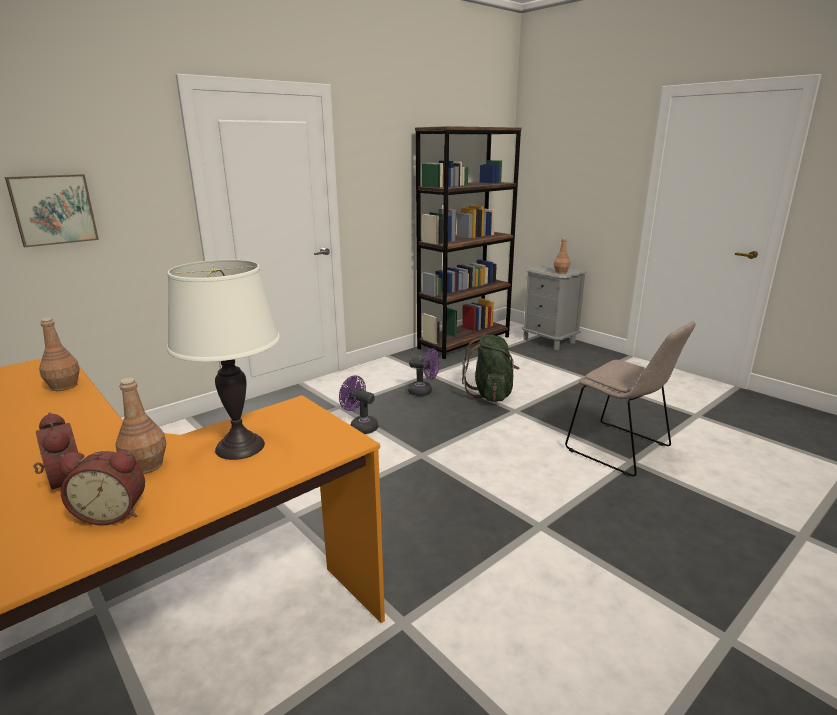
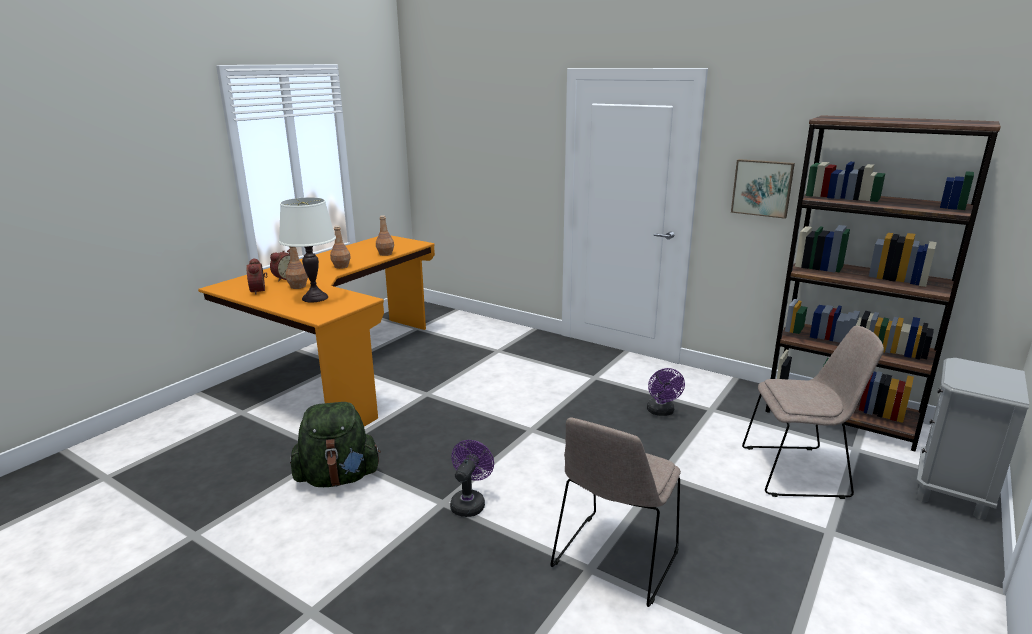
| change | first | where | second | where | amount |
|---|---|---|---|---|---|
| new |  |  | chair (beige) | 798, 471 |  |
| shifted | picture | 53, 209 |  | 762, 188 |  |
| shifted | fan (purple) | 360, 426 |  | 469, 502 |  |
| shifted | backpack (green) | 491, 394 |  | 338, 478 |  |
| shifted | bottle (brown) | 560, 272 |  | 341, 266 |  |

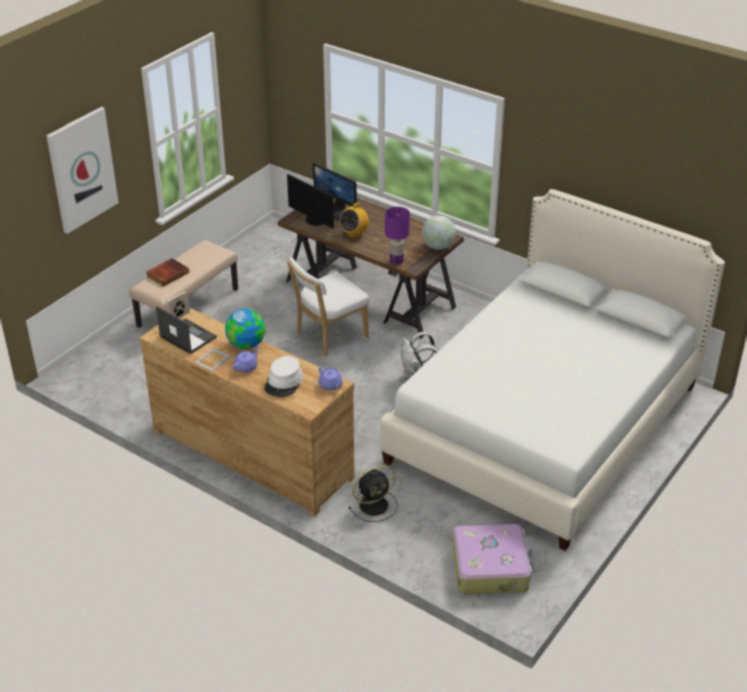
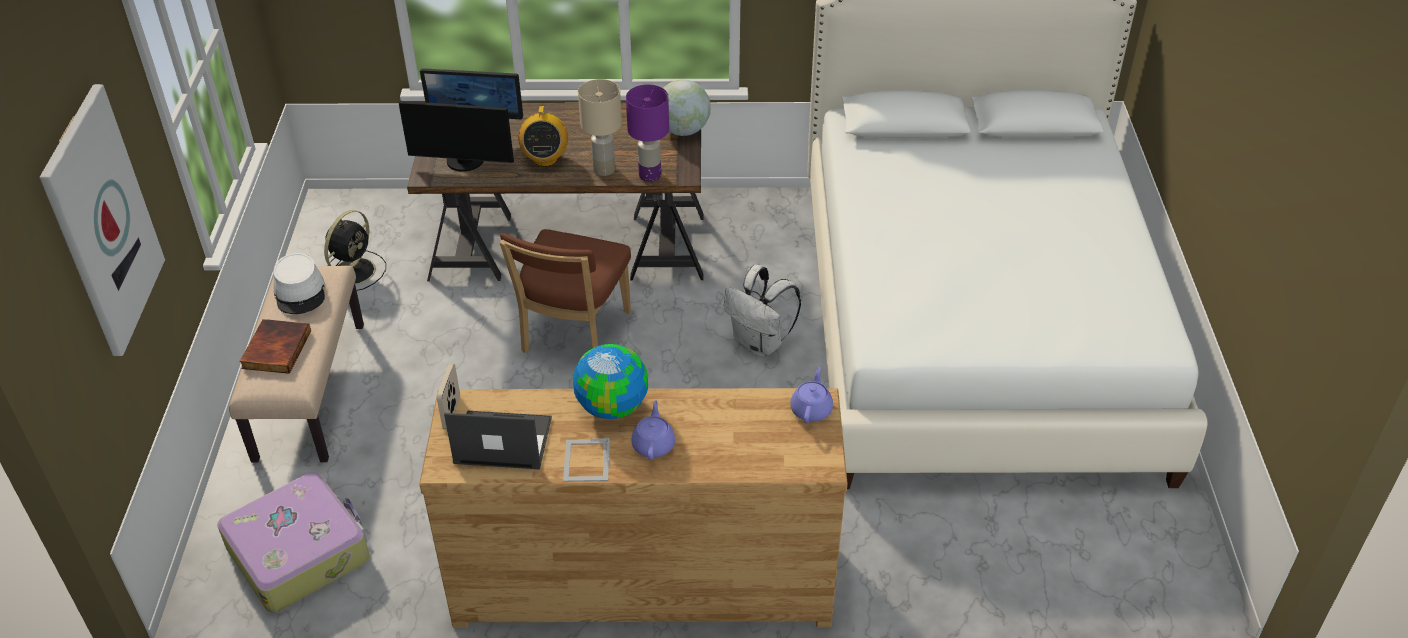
| change | first | where | second | where | amount |
|---|---|---|---|---|---|
| new |  |  | table lamp (beige) | 604, 170 |  |
| shifted | hat (white) | 284, 382 |  | 300, 292 |  |
| shifted | fan (black) | 375, 505 |  | 355, 270 |  |
| shifted | suitcase | 491, 567 |  | 299, 552 |  |
| repainted | chair (white) | 329, 336 | chair (brown) | 573, 335 |  |
| rotated | teapot (purple) | 331, 385 |  | 811, 409 | 90 degrees counterclockwise |

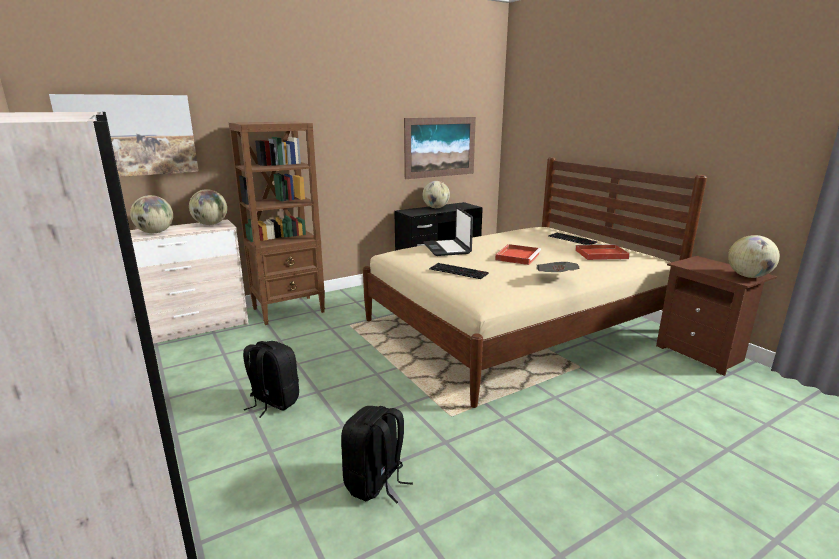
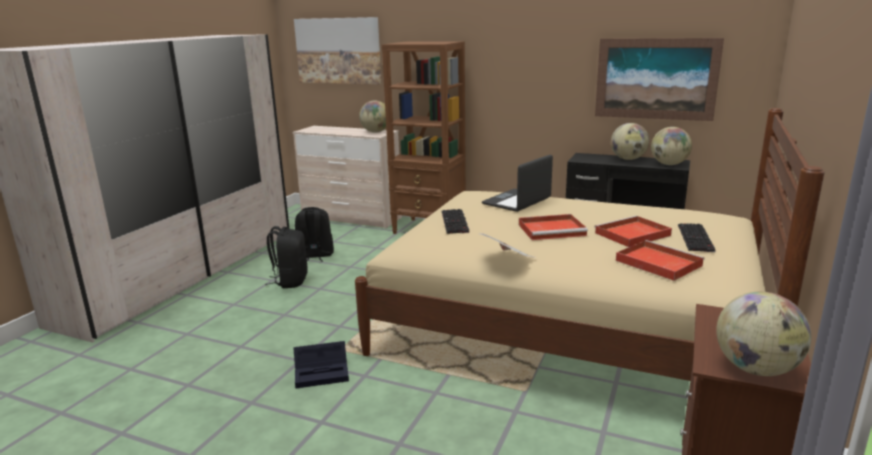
| change | first | where | second | where | amount |
|---|---|---|---|---|---|
| new |  |  | storage box (black) | 323, 373 |  |
| new |  |  | tray (red) | 631, 234 |  |
| shifted | globe | 155, 232 |  | 669, 164 |  |
| shifted | backpack (black) | 375, 483 |  | 315, 255 |  |

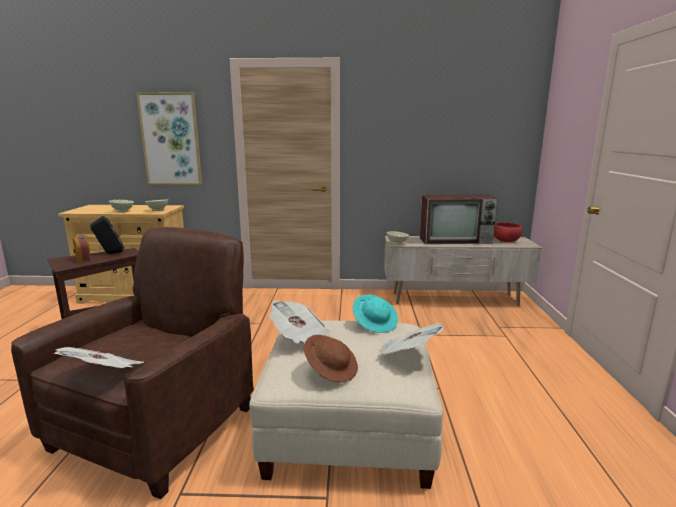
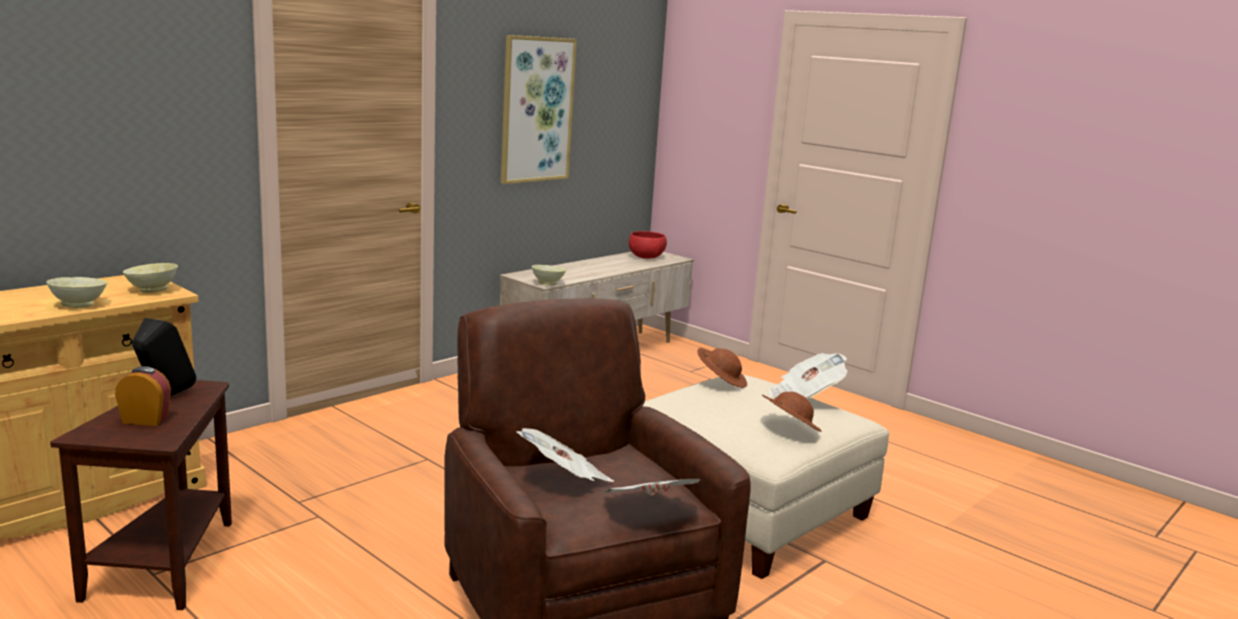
| change | first | where | second | where | amount |
|---|---|---|---|---|---|
| gone | television | 456, 240 |  |  |  |
| shifted | picture | 171, 139 |  | 536, 110 |  |
| shifted | newspaper | 300, 339 |  | 564, 479 |  |
| repainted | hat (turquoise) | 375, 324 | hat (brown) | 720, 381 |  |

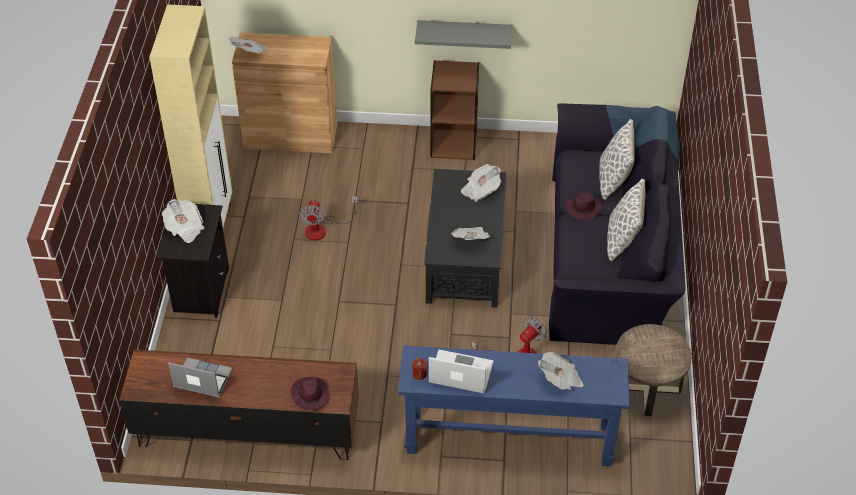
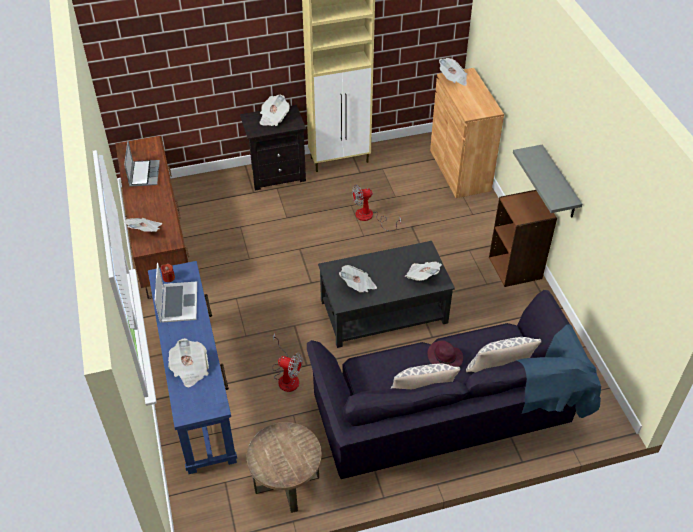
| change | first | where | second | where | amount |
|---|---|---|---|---|---|
| swapped | hat (purple) | 310, 394 | newspaper | 146, 231 |  |

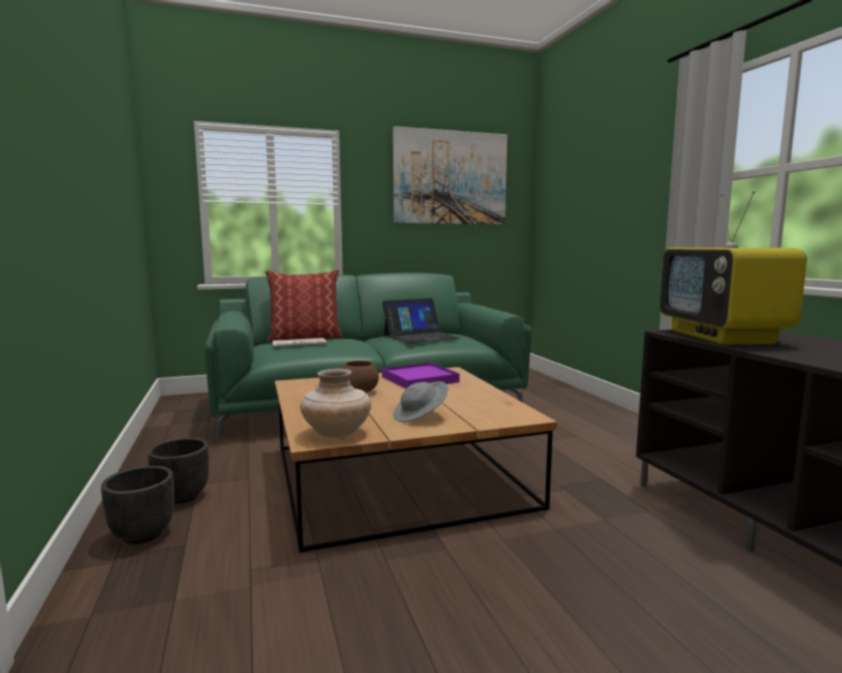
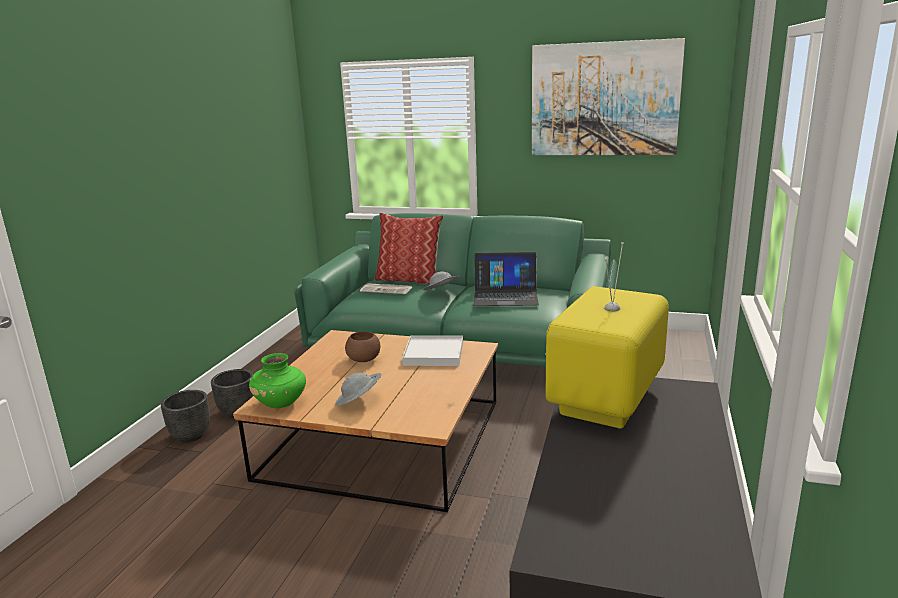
| change | first | where | second | where | amount |
|---|---|---|---|---|---|
| new |  |  | hat (grey) | 441, 292 |  |
| repainted | vase (beige) | 336, 433 | vase (green) | 281, 403 |  |
| repainted | tray (purple) | 419, 379 | tray (white) | 434, 354 |  |

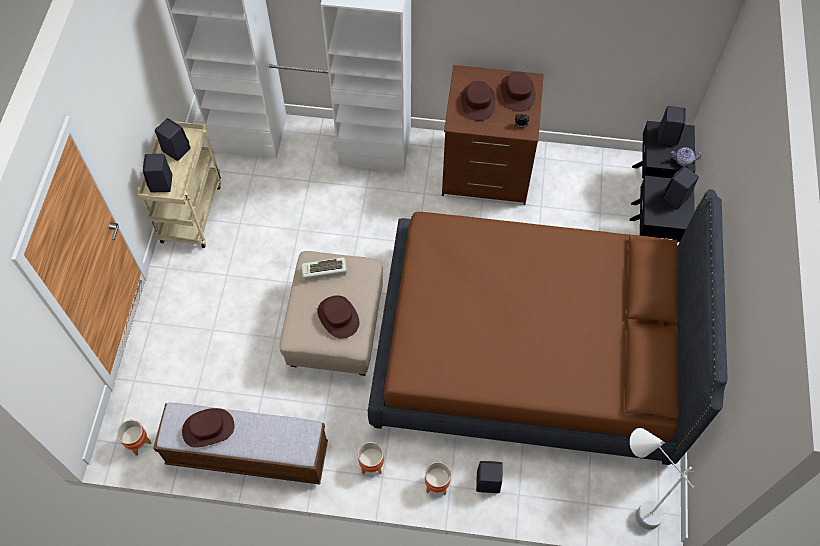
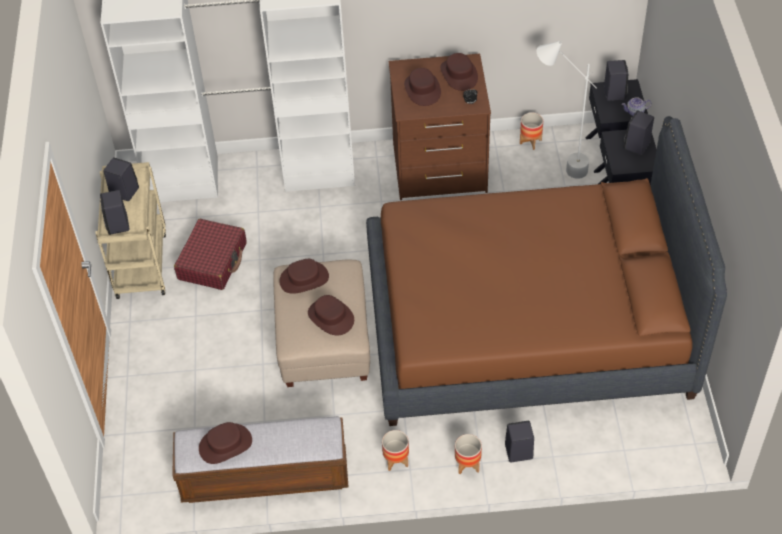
| change | first | where | second | where | amount |
|---|---|---|---|---|---|
| new |  |  | suitcase (red) | 212, 261 |  |
| shifted | planter | 138, 443 |  | 530, 142 |  |
| shifted | floor lamp (white) | 628, 507 |  | 558, 167 |  |
| swapped | keyboard | 323, 271 | hat (brown) | 304, 279 |  |

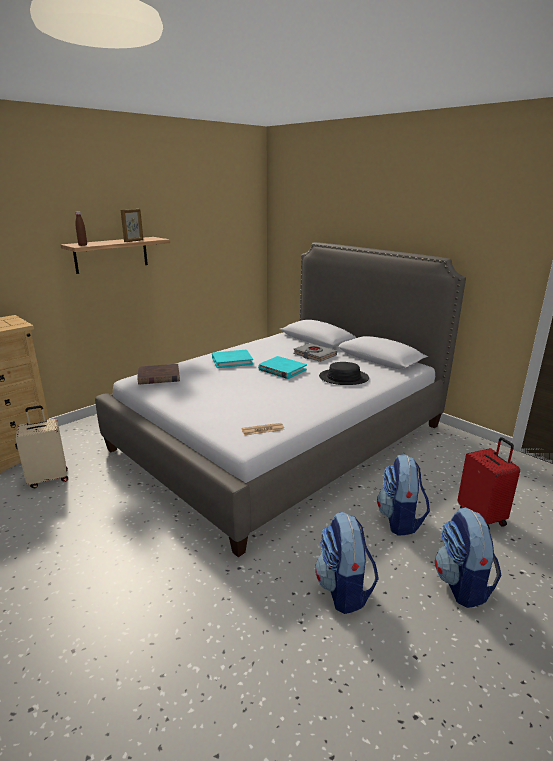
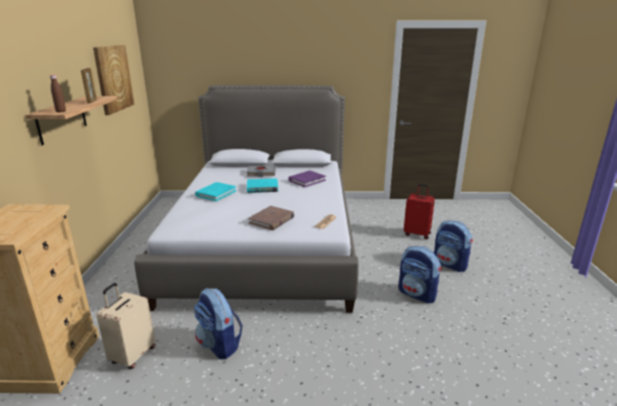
| change | first | where | second | where | amount |
|---|---|---|---|---|---|
| new |  |  | picture | 113, 78 |  |
| shifted | book (brown) | 159, 377 |  | 272, 220 |  |
| shifted | backpack | 400, 520 |  | 219, 345 |  |
| swapped | hat (black) | 343, 378 | book (purple) | 307, 180 |  |

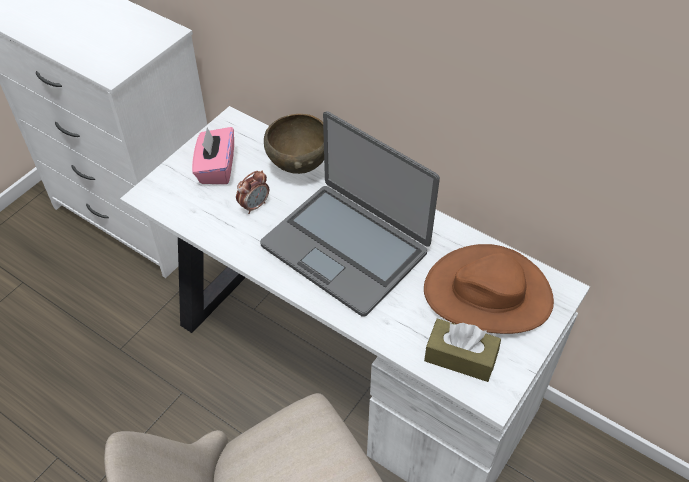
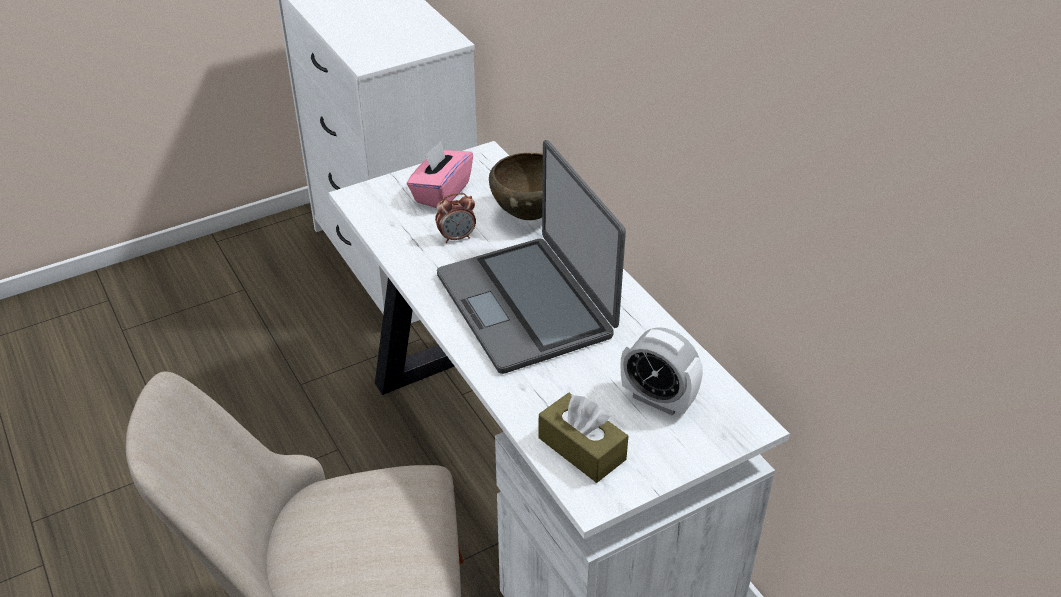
| change | first | where | second | where | amount |
|---|---|---|---|---|---|
| swapped | hat (brown) | 488, 294 | alarm clock | 657, 399 |  |

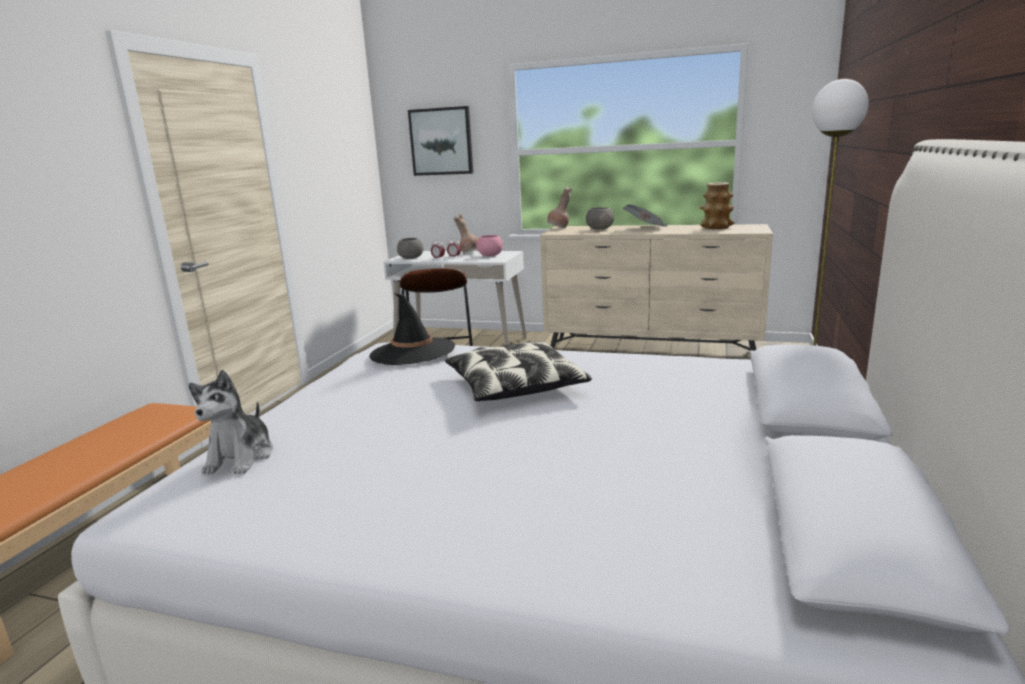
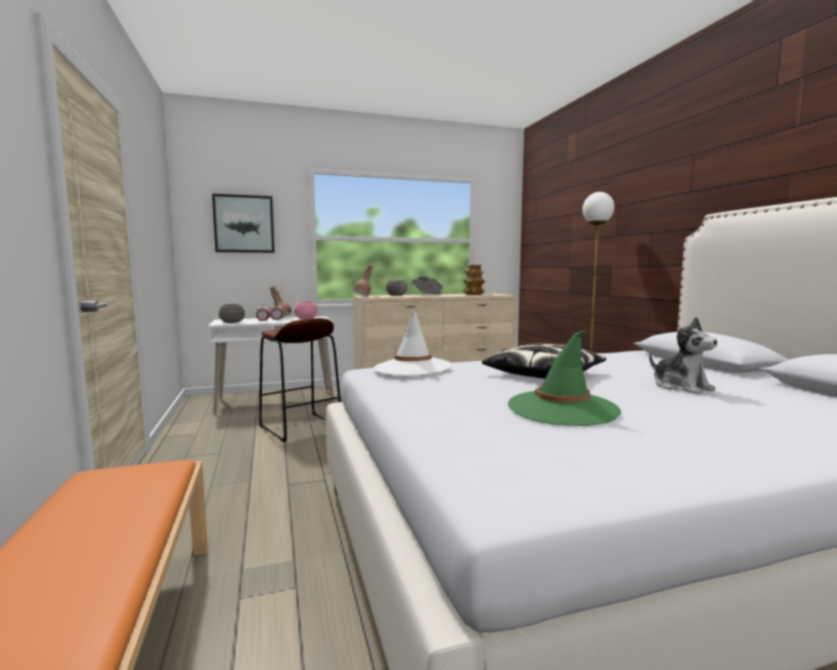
| change | first | where | second | where | amount |
|---|---|---|---|---|---|
| new |  |  | hat (green) | 562, 408 |  |
| shifted | plush toy | 241, 457 |  | 681, 387 |  |
| repainted | hat (black) | 412, 352 | hat (white) | 412, 368 |  |

